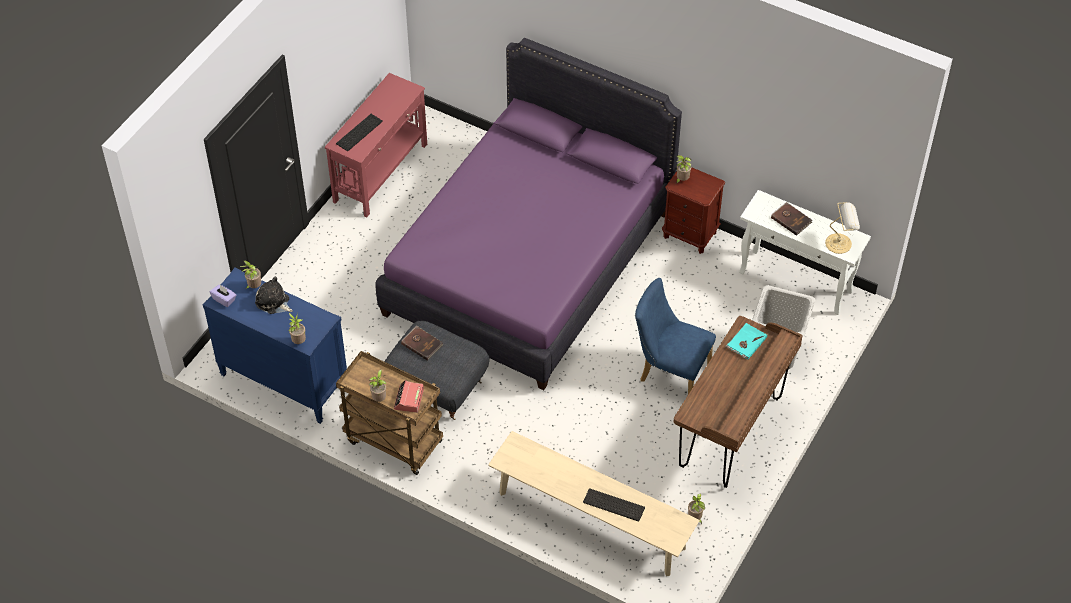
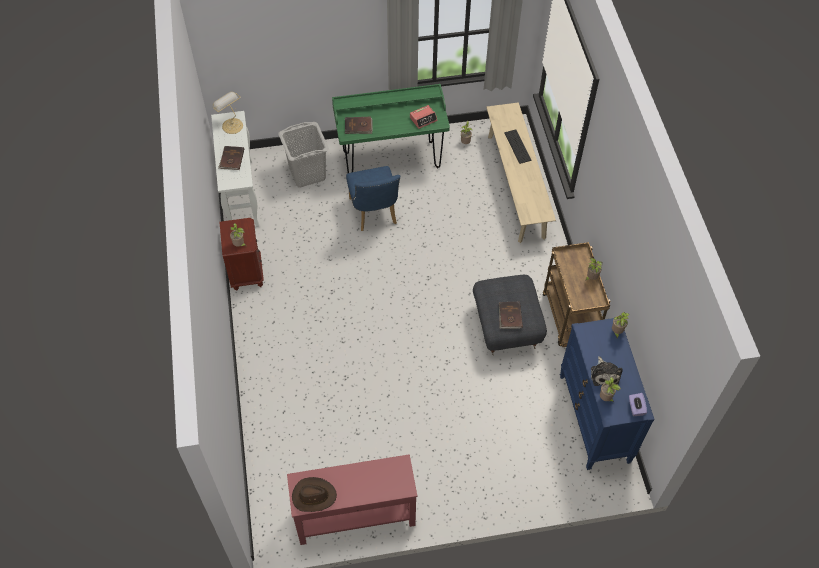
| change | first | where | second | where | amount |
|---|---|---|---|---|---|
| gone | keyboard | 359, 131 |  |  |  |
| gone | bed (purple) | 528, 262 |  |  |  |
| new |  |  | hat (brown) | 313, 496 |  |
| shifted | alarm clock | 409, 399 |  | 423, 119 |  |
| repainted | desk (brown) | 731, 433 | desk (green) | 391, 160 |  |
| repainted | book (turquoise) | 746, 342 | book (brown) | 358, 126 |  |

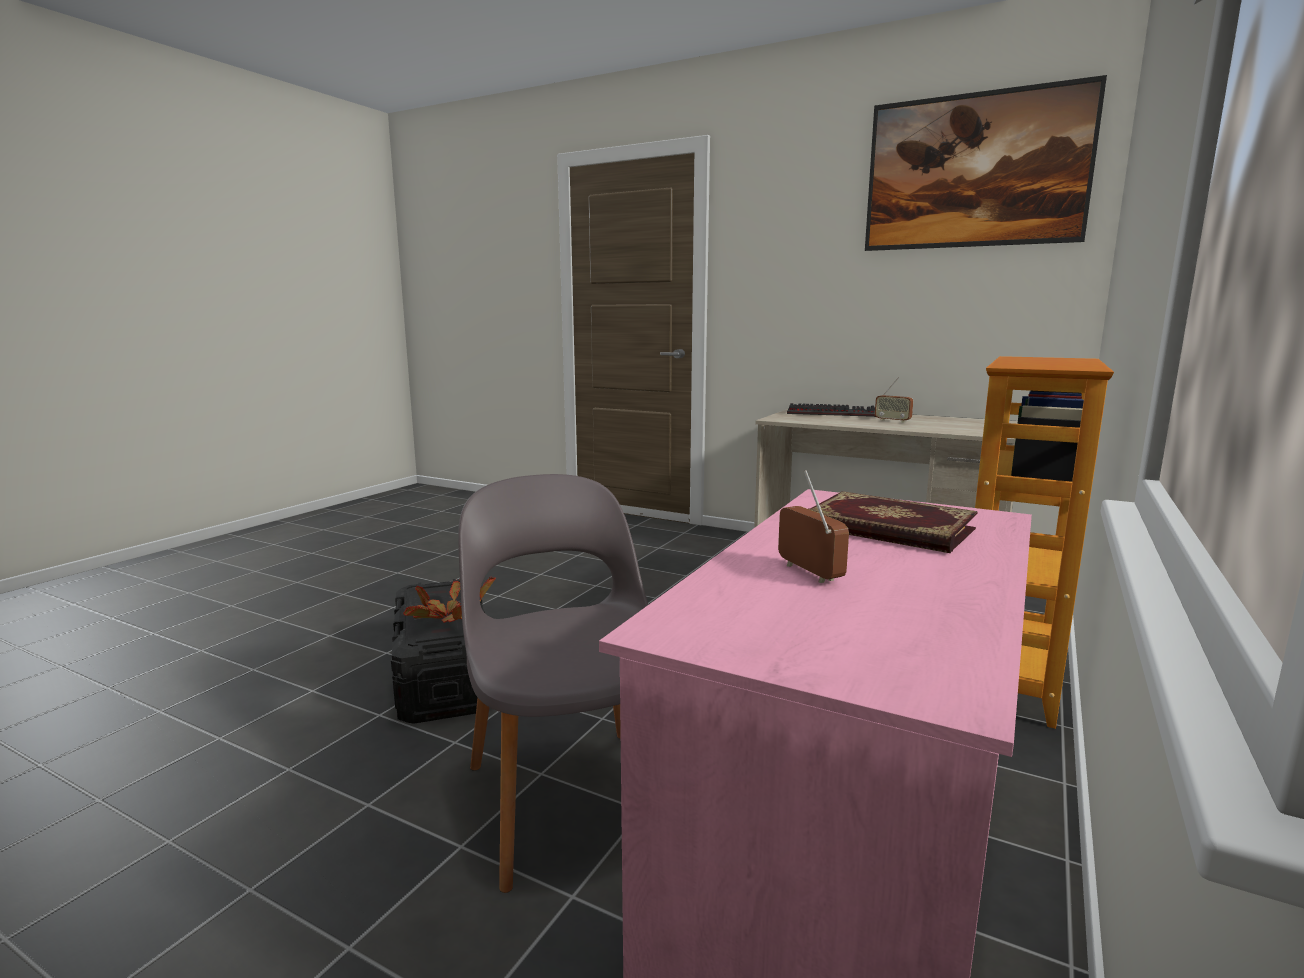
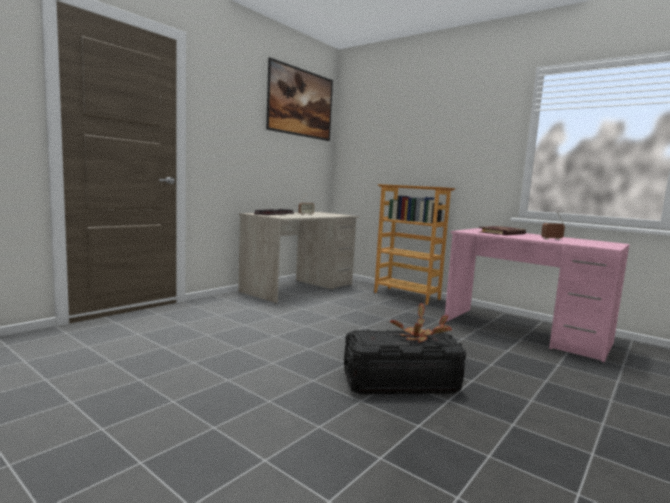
| change | first | where | second | where | amount |
|---|---|---|---|---|---|
| gone | chair (grey) | 570, 796 |  |  |  |

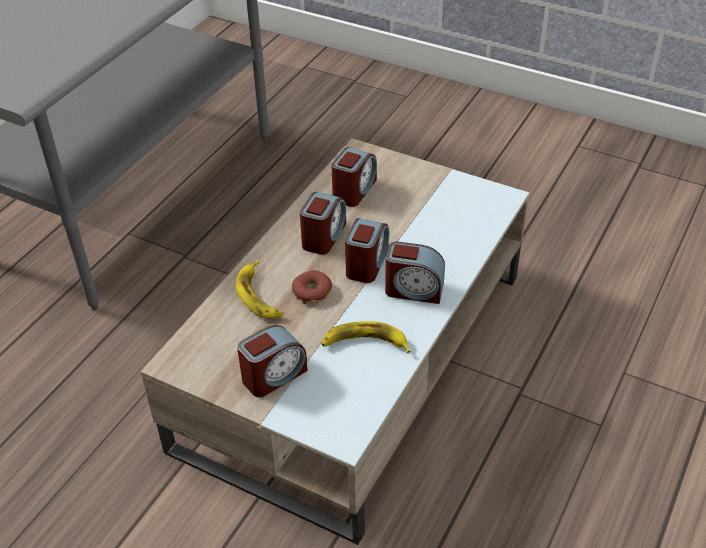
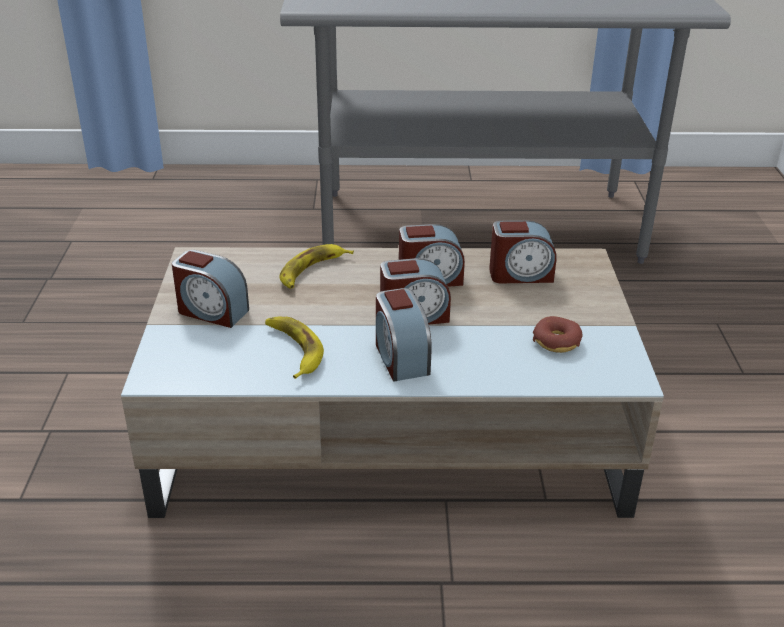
| change | first | where | second | where | amount |
|---|---|---|---|---|---|
| shifted | donut | 312, 292 |  | 557, 341 |  |

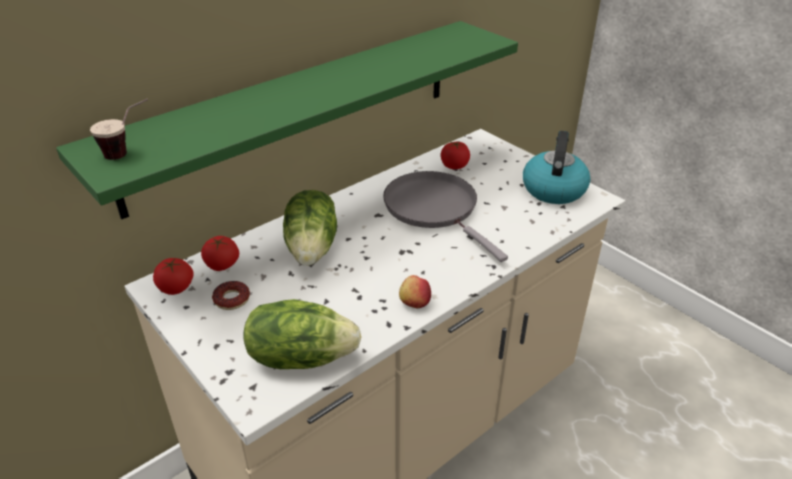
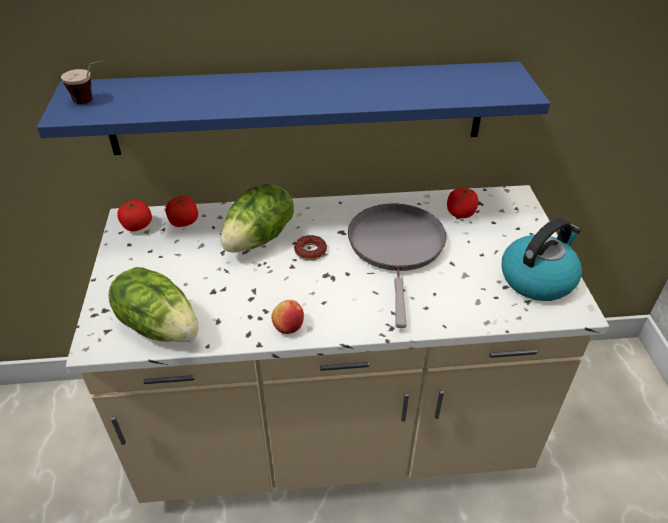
| change | first | where | second | where | amount |
|---|---|---|---|---|---|
| shifted | donut | 231, 299 |  | 310, 251 |  |
| repainted | shelf (green) | 298, 111 | shelf (blue) | 297, 109 |  |

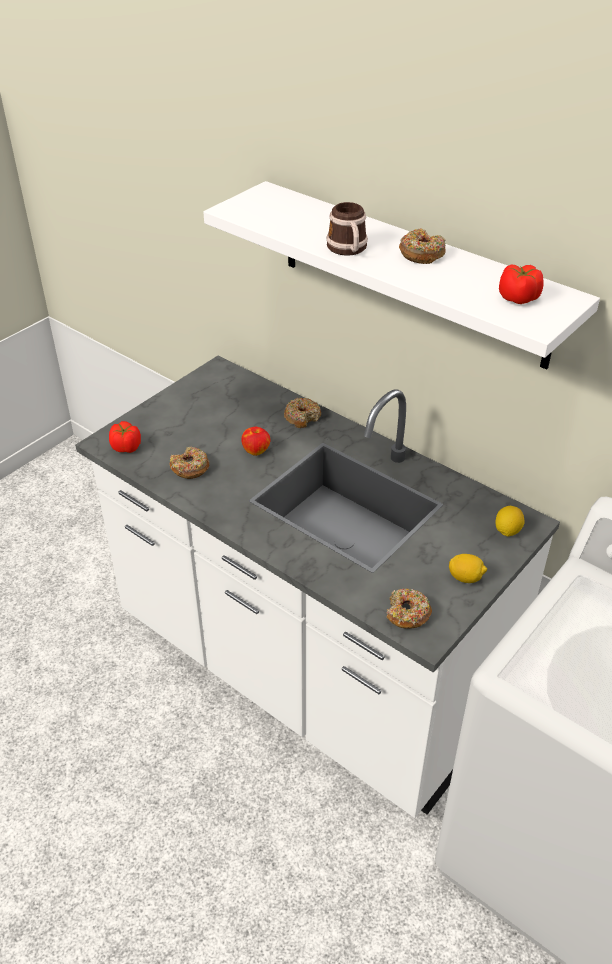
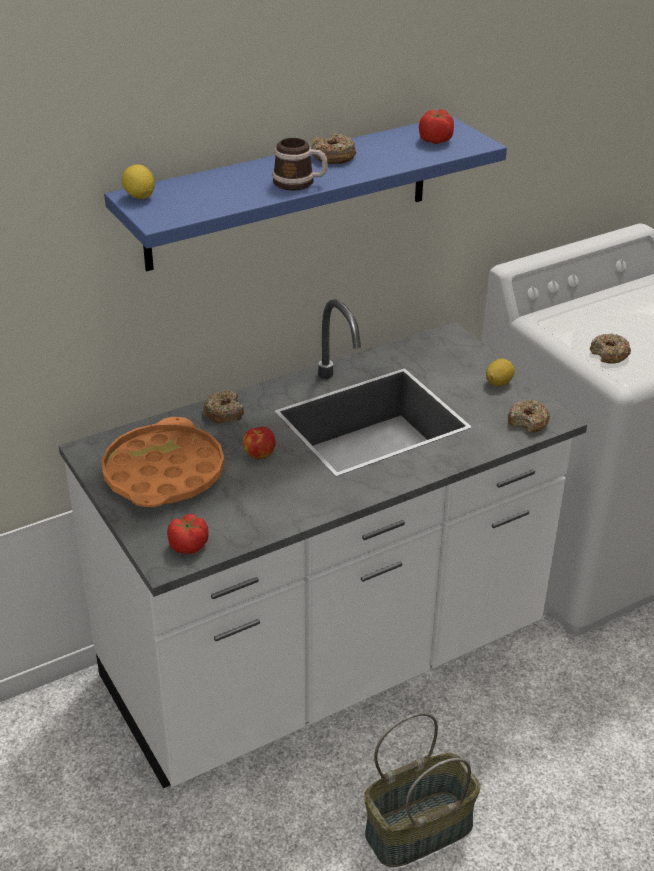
| change | first | where | second | where | amount |
|---|---|---|---|---|---|
| new |  |  | tray (orange) | 163, 473 |  |
| new |  |  | basket | 419, 828 |  |
| shifted | donut | 190, 468 |  | 609, 354 |  |
| shifted | lemon | 507, 531 |  | 139, 197 |  |
| repainted | shelf (white) | 411, 273 | shelf (blue) | 290, 193 |  |

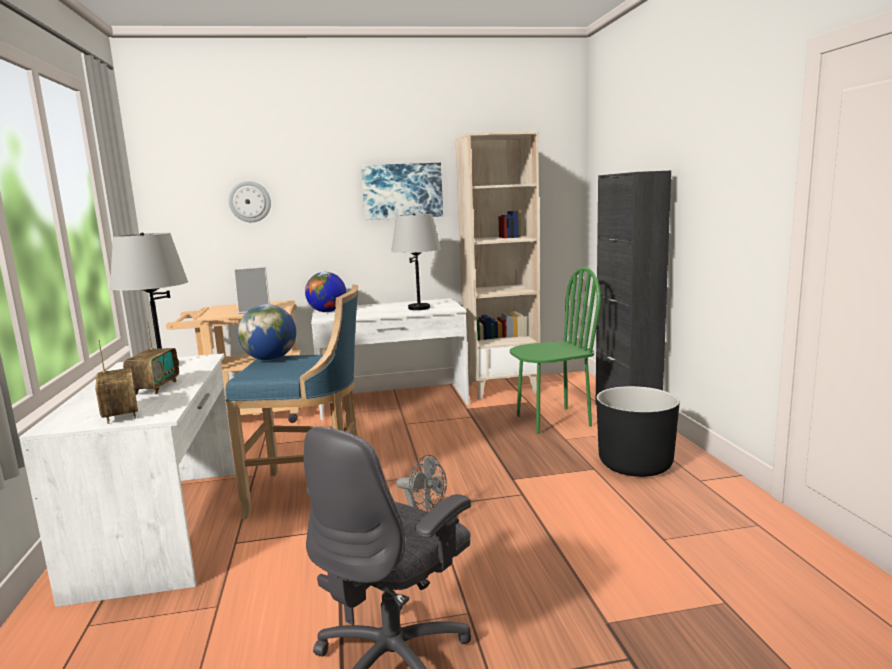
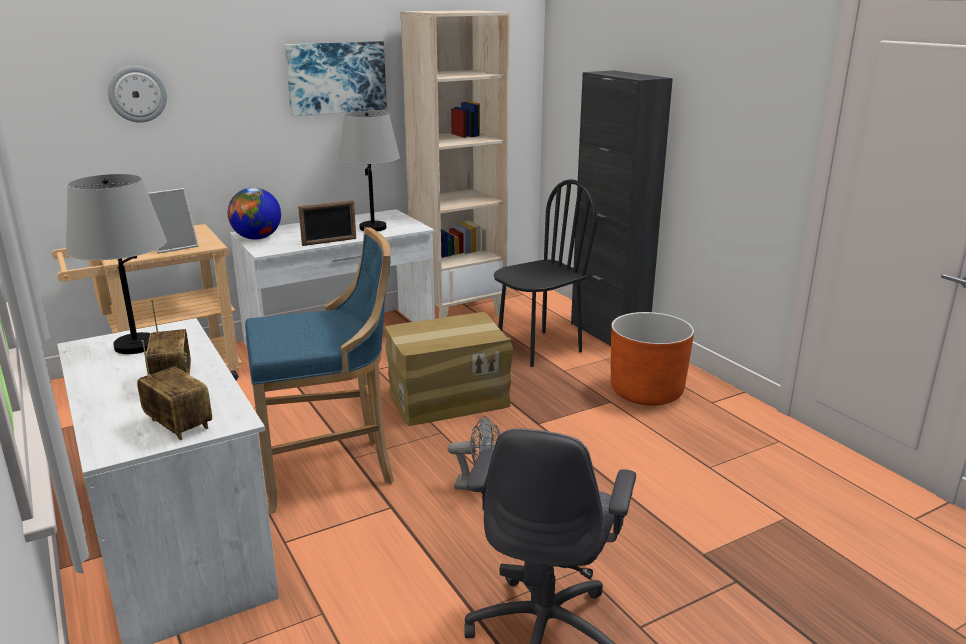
| change | first | where | second | where | amount |
|---|---|---|---|---|---|
| gone | globe | 270, 359 |  |  |  |
| new |  |  | picture frame | 329, 242 |  |
| new |  |  | cardboard box | 448, 398 |  |
| repainted | chair (green) | 553, 420 | chair (black) | 538, 349 |  |
| repainted | planter (black) | 635, 464 | planter (orange) | 646, 392 |  |

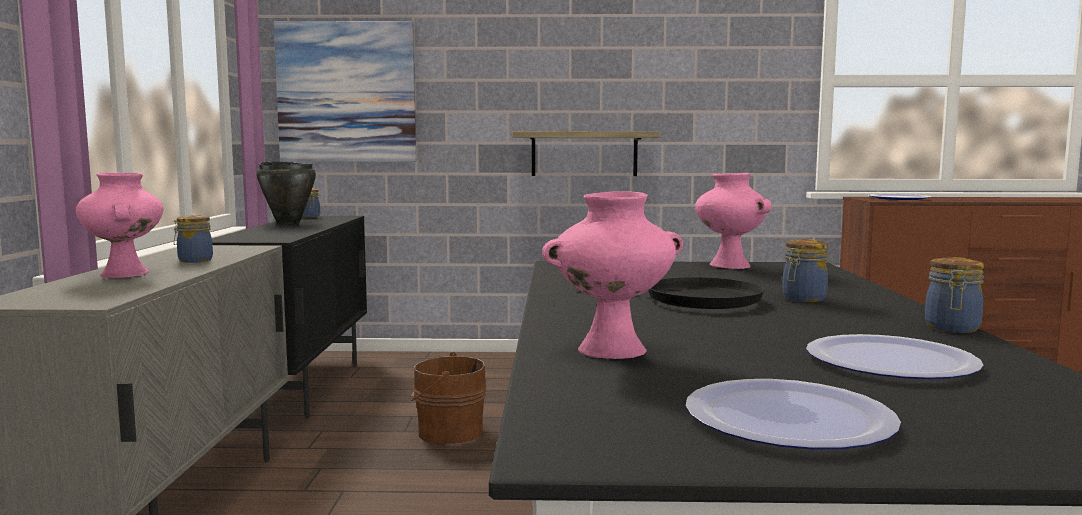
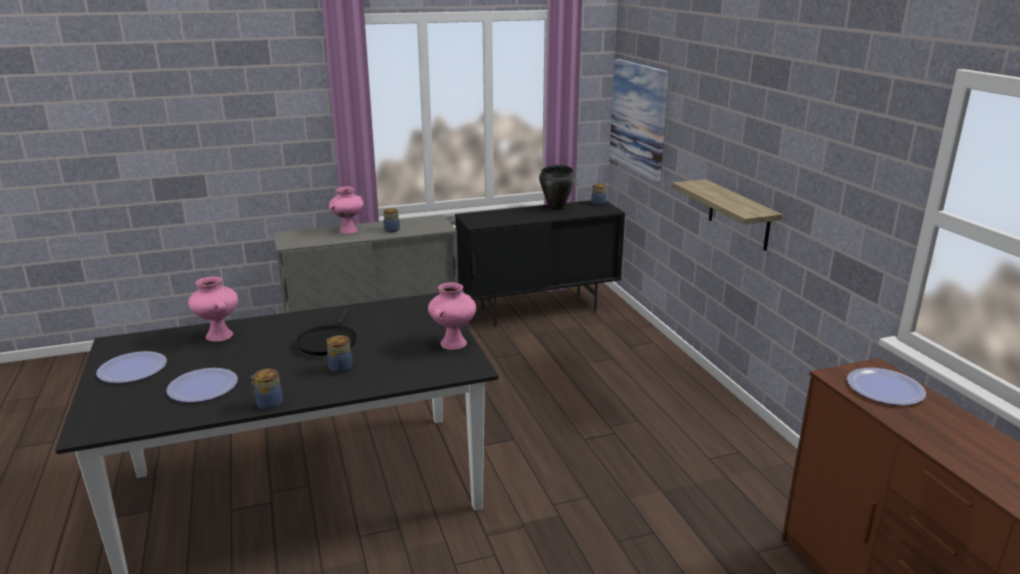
| change | first | where | second | where | amount |
|---|---|---|---|---|---|
| gone | bucket (brown) | 447, 432 |  |  |  |

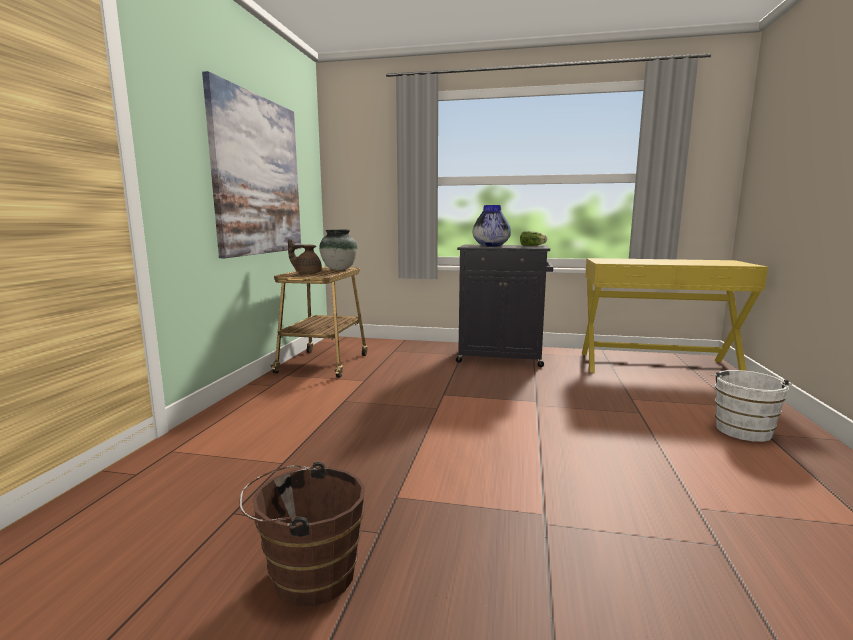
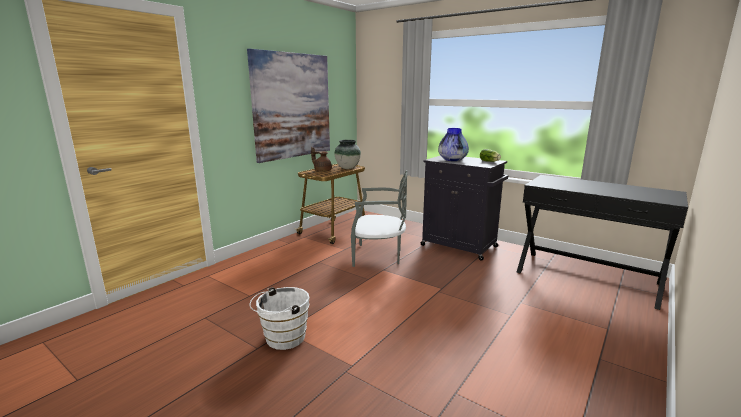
| change | first | where | second | where | amount |
|---|---|---|---|---|---|
| gone | bucket (brown) | 307, 574 |  |  |  |
| new |  |  | chair (grey) | 378, 256 |  |
| shifted | bucket (white) | 743, 432 |  | 282, 339 |  |
| repainted | console table (yellow) | 657, 366 | console table (black) | 587, 277 |  |

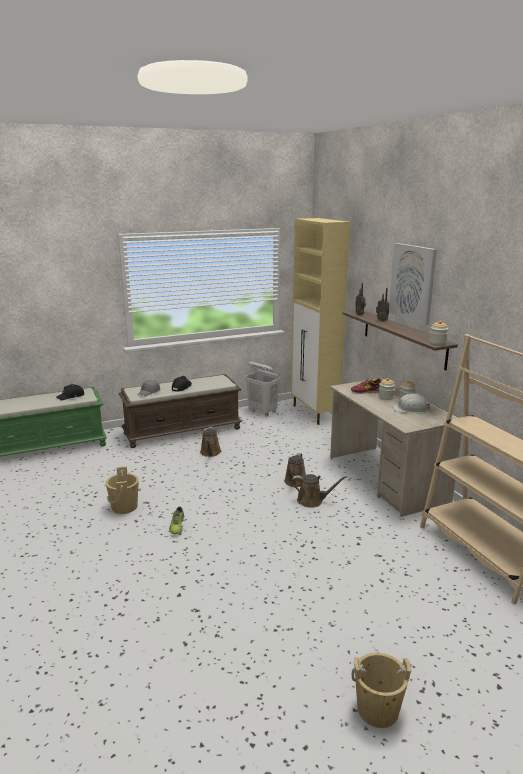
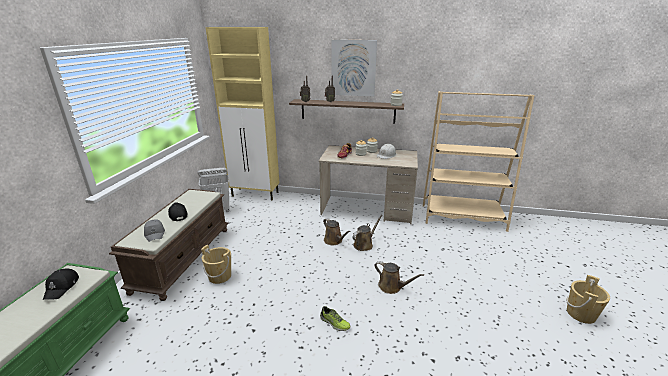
| change | first | where | second | where | amount |
|---|---|---|---|---|---|
| shifted | bucket (beige) | 124, 507 |  | 220, 276 |  |
| shifted | watering can (brown) | 210, 453 |  | 392, 287 |  |

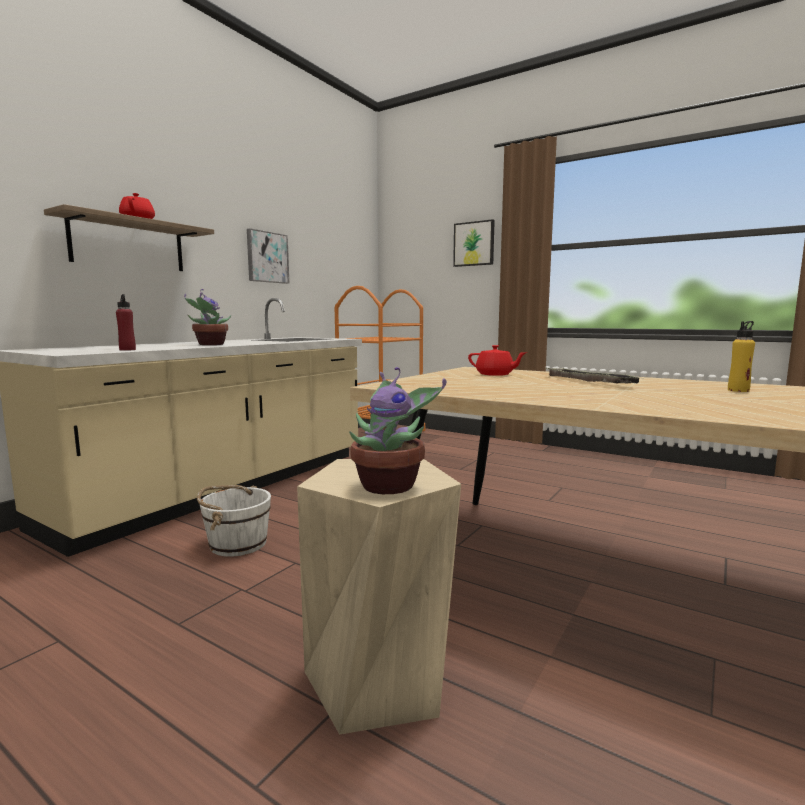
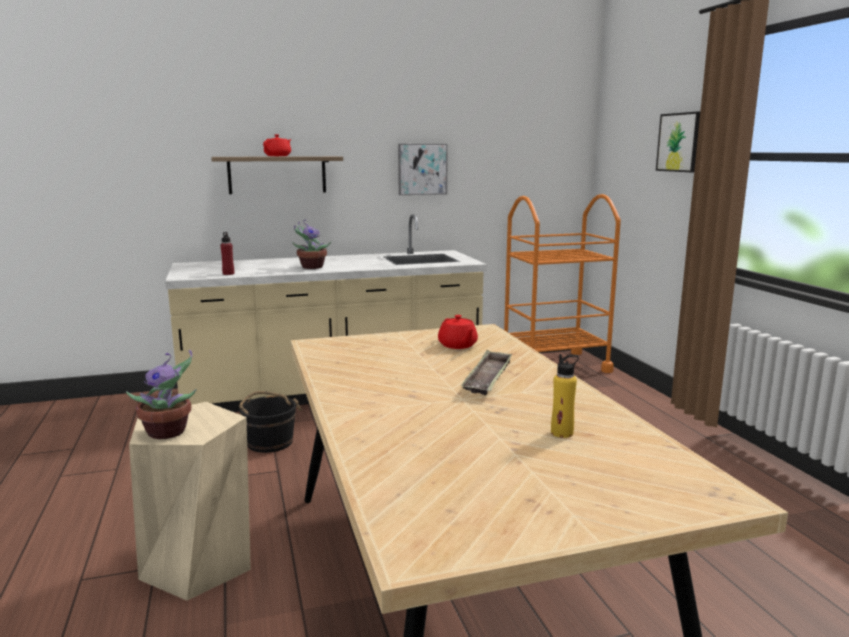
| change | first | where | second | where | amount |
|---|---|---|---|---|---|
| repainted | bucket (white) | 237, 544 | bucket (black) | 269, 442 |  |

